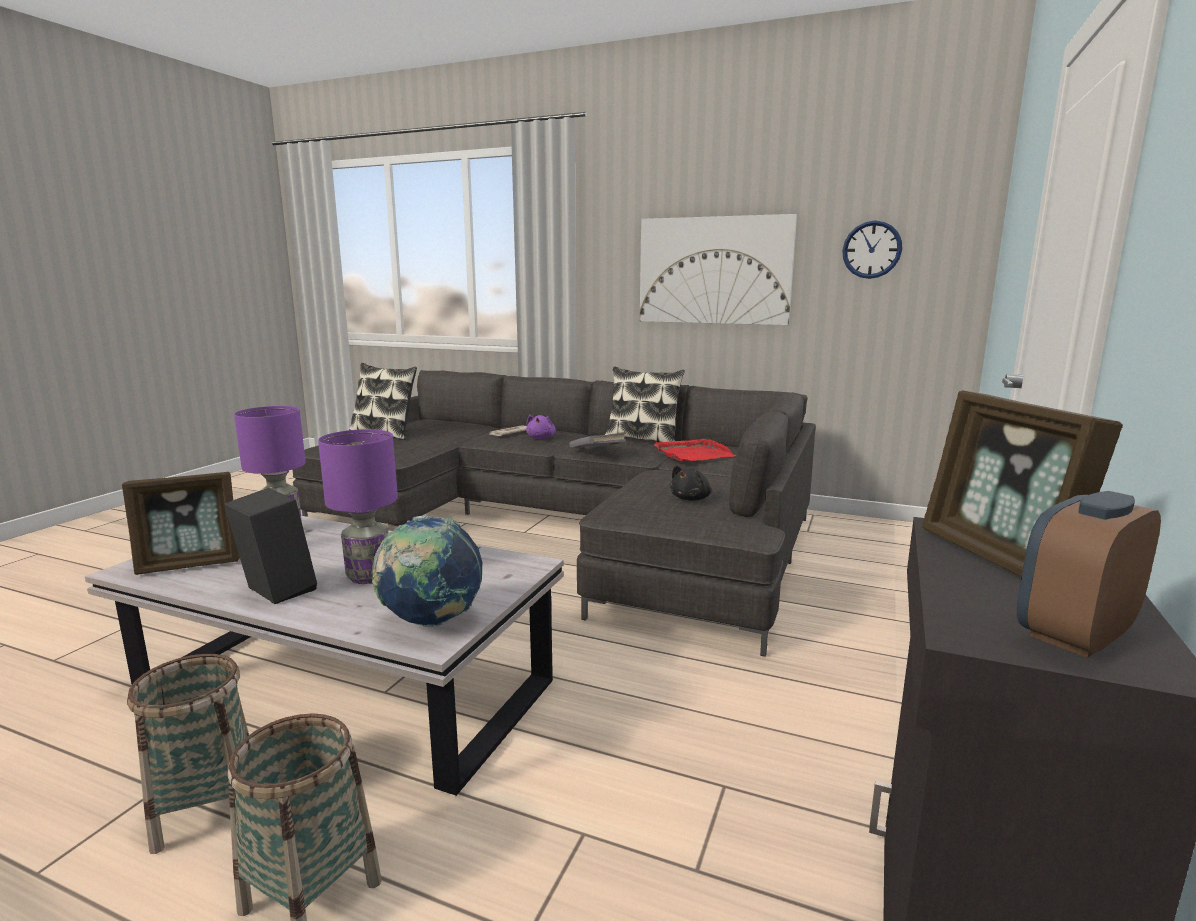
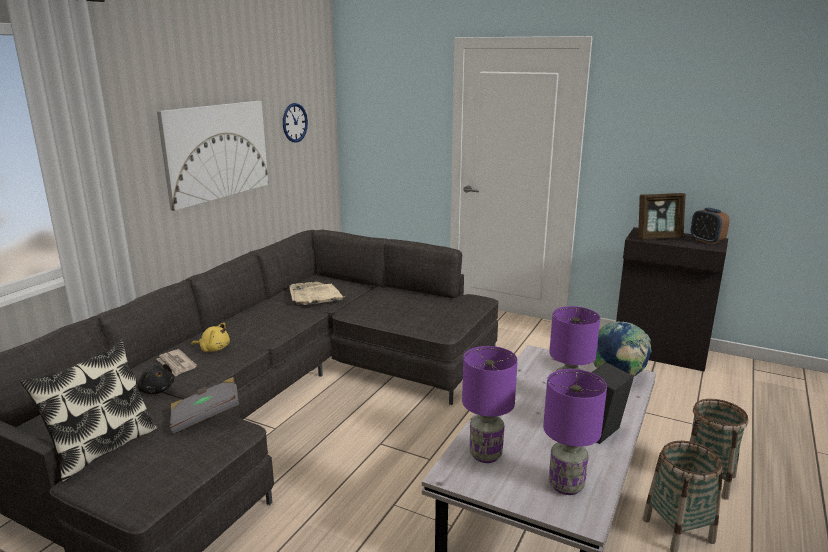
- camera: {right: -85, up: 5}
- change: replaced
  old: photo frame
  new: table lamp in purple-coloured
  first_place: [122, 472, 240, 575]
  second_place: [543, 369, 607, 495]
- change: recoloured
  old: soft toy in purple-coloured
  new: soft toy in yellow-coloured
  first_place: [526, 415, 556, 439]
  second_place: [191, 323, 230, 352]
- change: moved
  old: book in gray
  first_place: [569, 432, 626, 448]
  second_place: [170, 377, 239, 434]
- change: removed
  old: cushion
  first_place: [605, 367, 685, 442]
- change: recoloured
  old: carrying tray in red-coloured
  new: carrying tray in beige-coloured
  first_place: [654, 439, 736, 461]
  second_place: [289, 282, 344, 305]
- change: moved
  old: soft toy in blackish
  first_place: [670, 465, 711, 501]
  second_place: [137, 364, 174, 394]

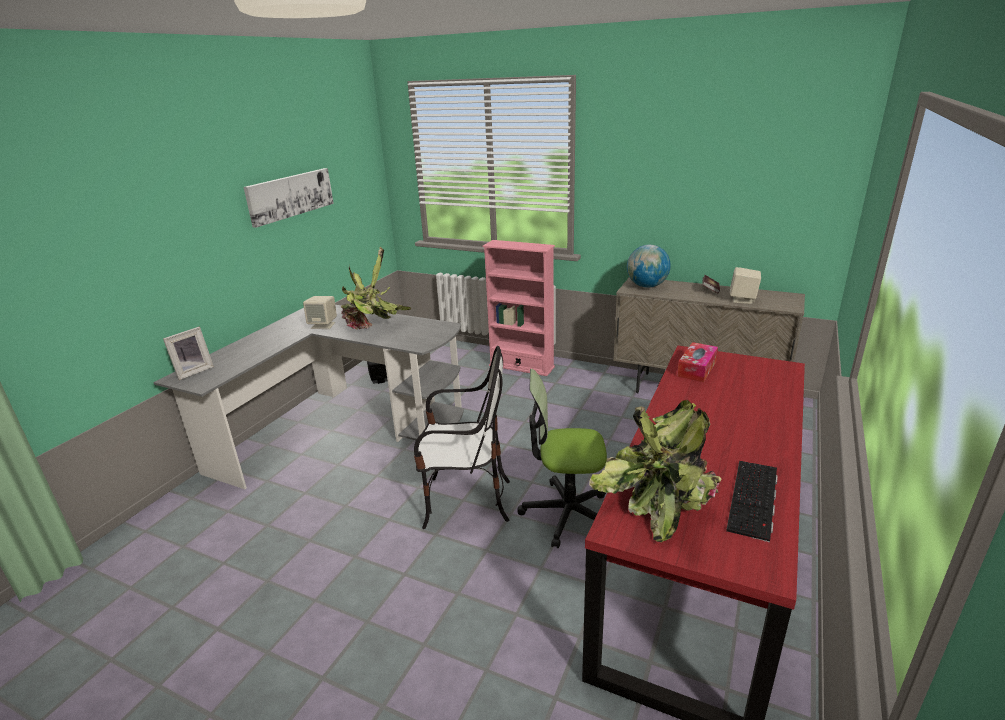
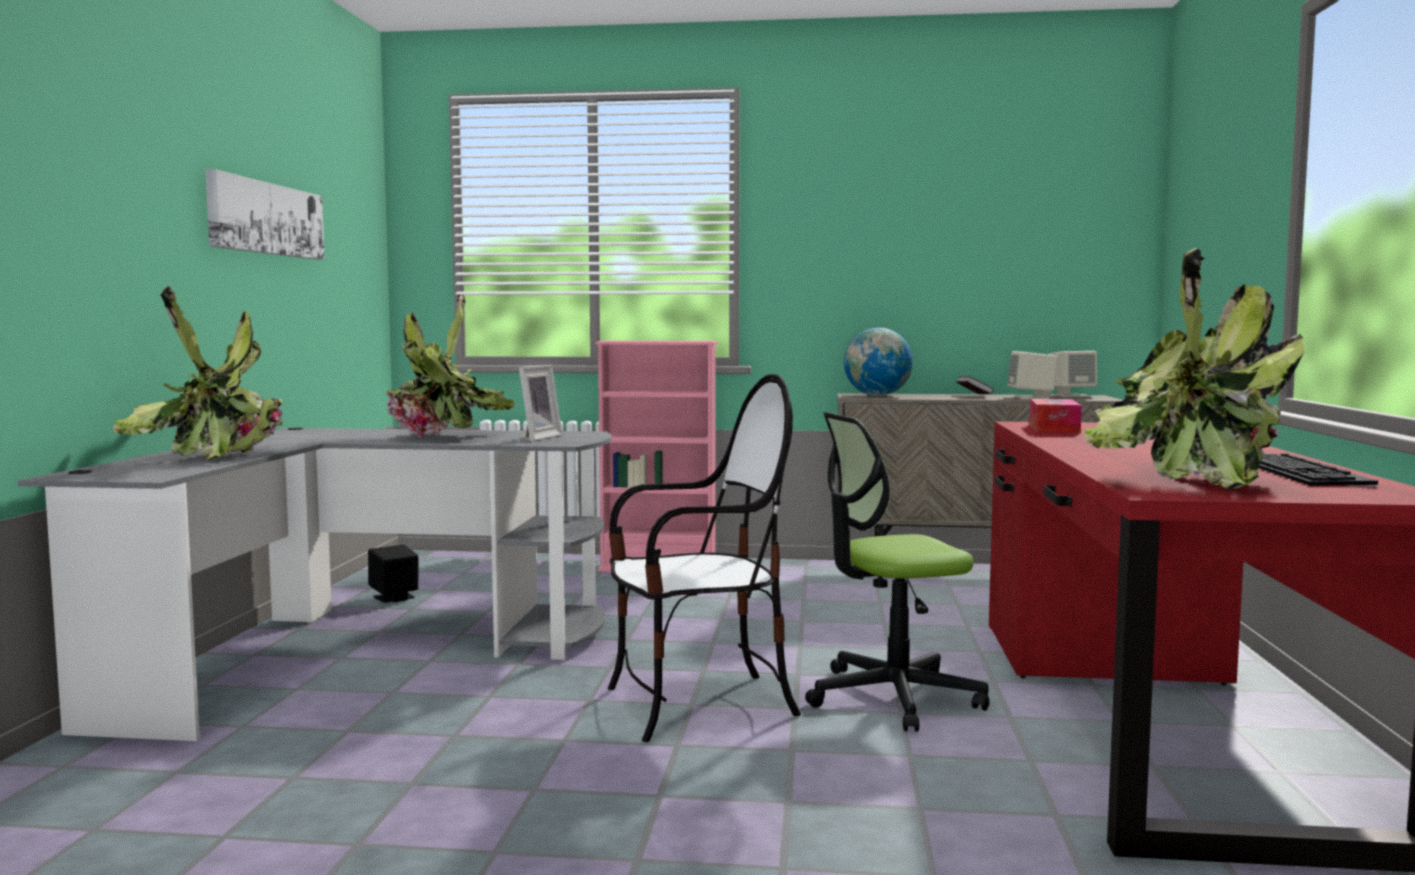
- camera: {right: -20, up: -20}
- change: moved
  old: photo frame
  first_place: [163, 327, 214, 380]
  second_place: [519, 365, 562, 441]
- change: moved
  old: loudspeaker in beige-coloured
  first_place: [303, 296, 337, 329]
  second_place: [1048, 351, 1097, 397]
- change: added
  new: houseplant
  second_place: [113, 285, 283, 461]

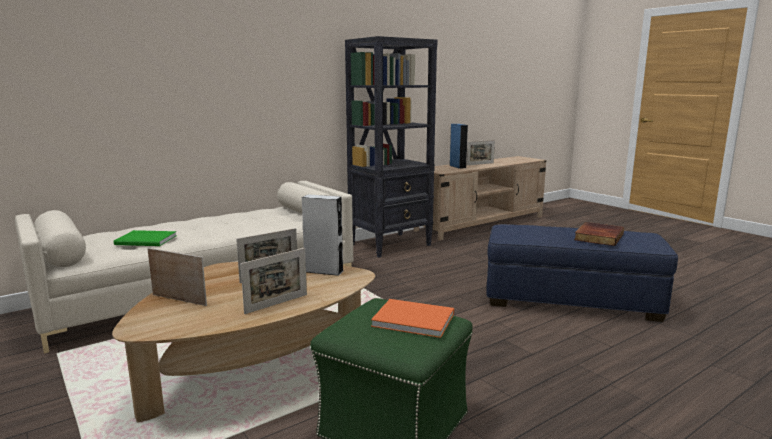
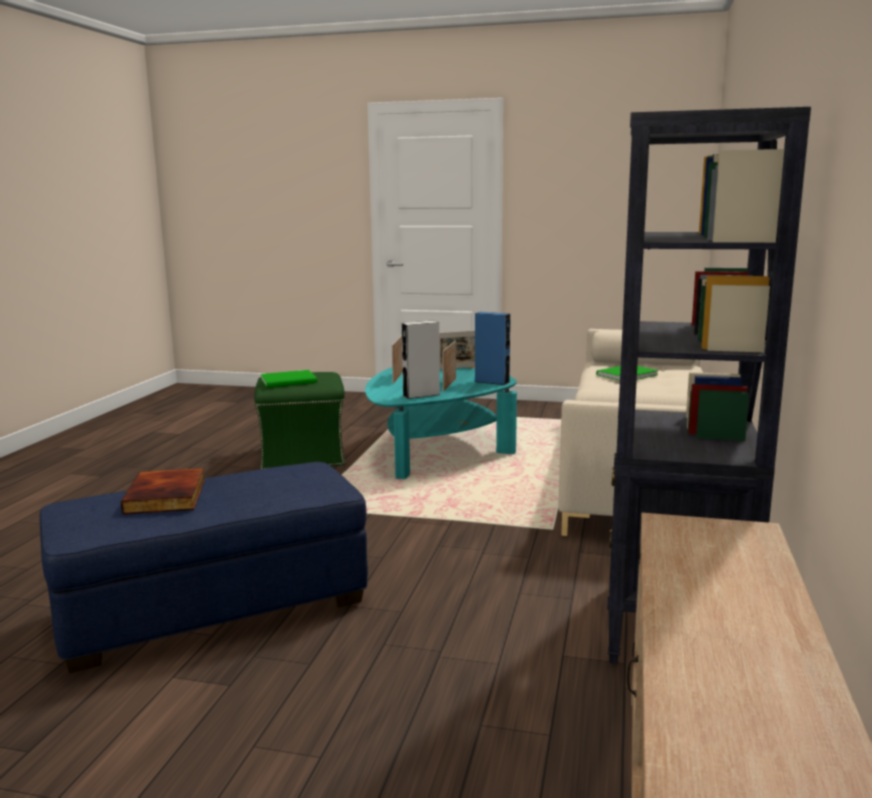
- camera: {right: 140, up: 0}
- change: recoloured
  old: coffee table in brownish
  new: coffee table in turquoise-coloured
  first_place: [112, 262, 375, 423]
  second_place: [365, 367, 517, 479]
- change: recoloured
  old: book in orange-coloured
  new: book in green
  first_place: [371, 299, 454, 338]
  second_place: [261, 370, 317, 387]
- change: moved
  old: loudspeaker in bluish
  first_place: [450, 124, 468, 169]
  second_place: [475, 312, 510, 385]
- change: removed
  old: photo frame
  first_place: [467, 140, 495, 165]

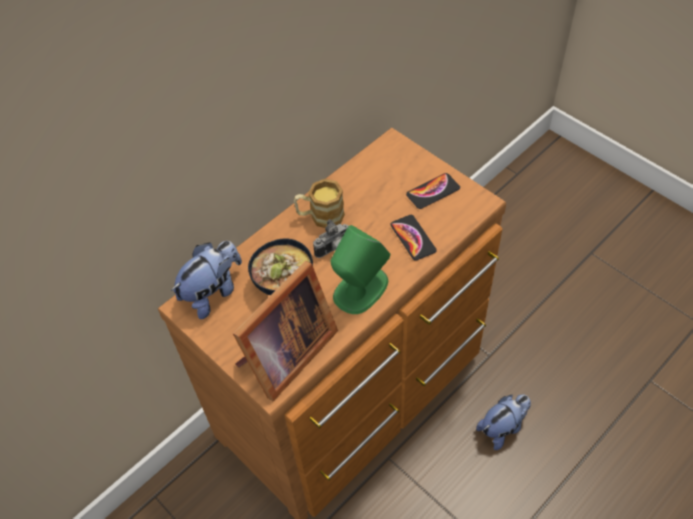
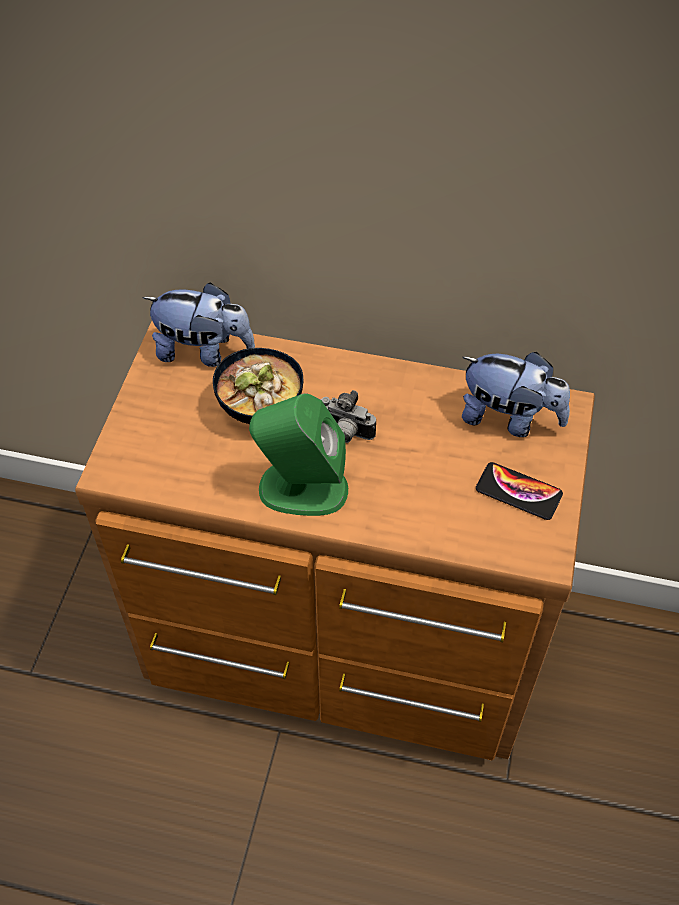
- camera: {right: 55, up: 0}
- change: removed
  old: photo frame
  first_place: [233, 261, 338, 401]
- change: removed
  old: tea mug
  first_place: [294, 179, 345, 228]
- change: removed
  old: phone
  first_place: [391, 215, 437, 261]
- change: moved
  old: soft toy
  first_place: [476, 395, 531, 450]
  second_place: [462, 352, 570, 437]

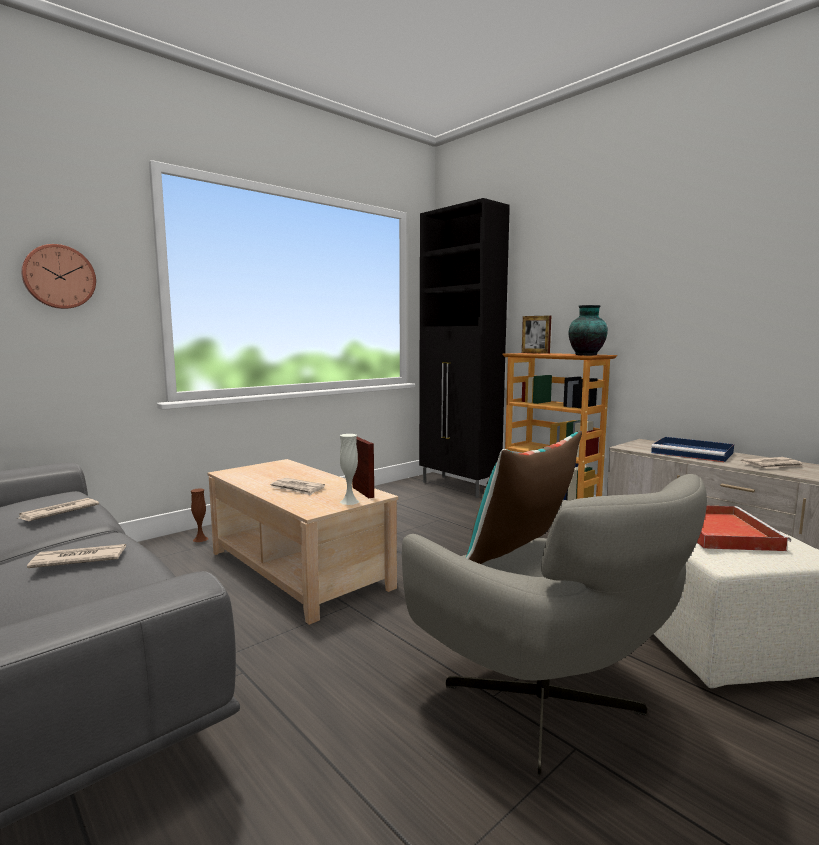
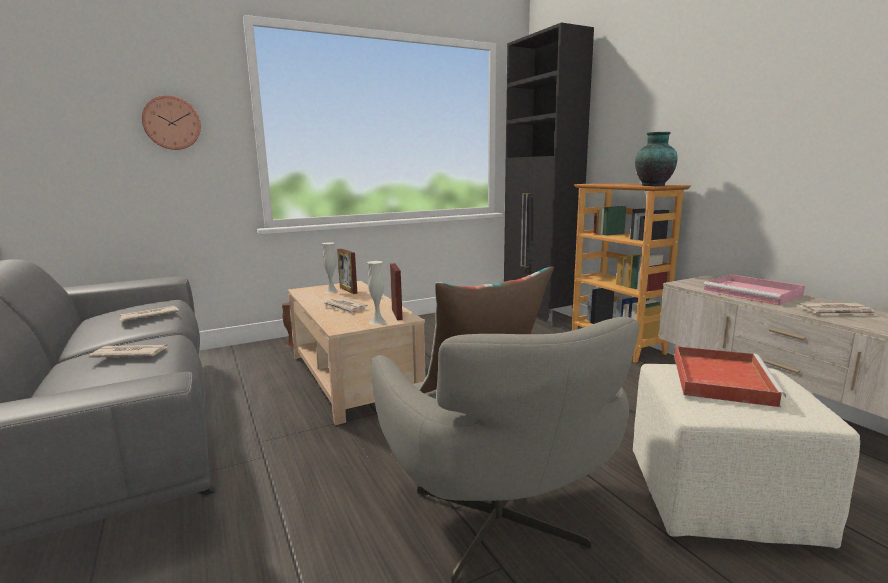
- camera: {right: 15, up: 5}
- change: moved
  old: photo frame
  first_place: [522, 315, 551, 354]
  second_place: [337, 249, 357, 294]
- change: recoloured
  old: carrying tray in bluish
  new: carrying tray in pink
  first_place: [651, 437, 734, 462]
  second_place: [704, 274, 805, 305]
- change: added
  new: flower vase in white
  second_place: [322, 242, 339, 293]

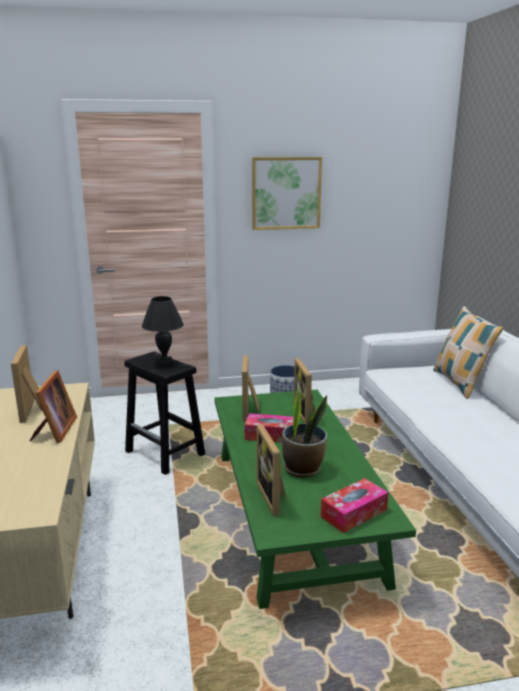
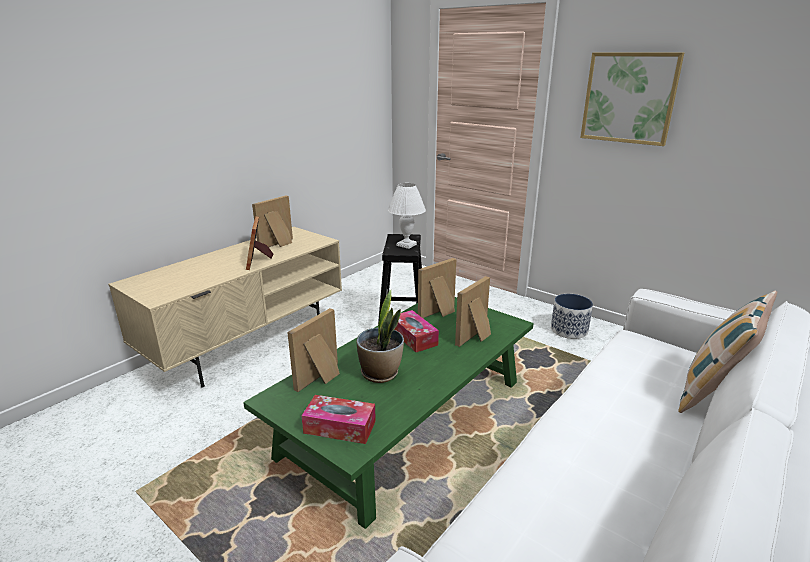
- camera: {right: 50, up: 5}
- change: turned
  old: photo frame
  first_place: [30, 370, 77, 443]
  second_place: [246, 216, 274, 270]
  degrees: 120
- change: recoloured
  old: table lamp in blackish
  new: table lamp in white
  first_place: [142, 296, 184, 367]
  second_place: [388, 183, 426, 249]

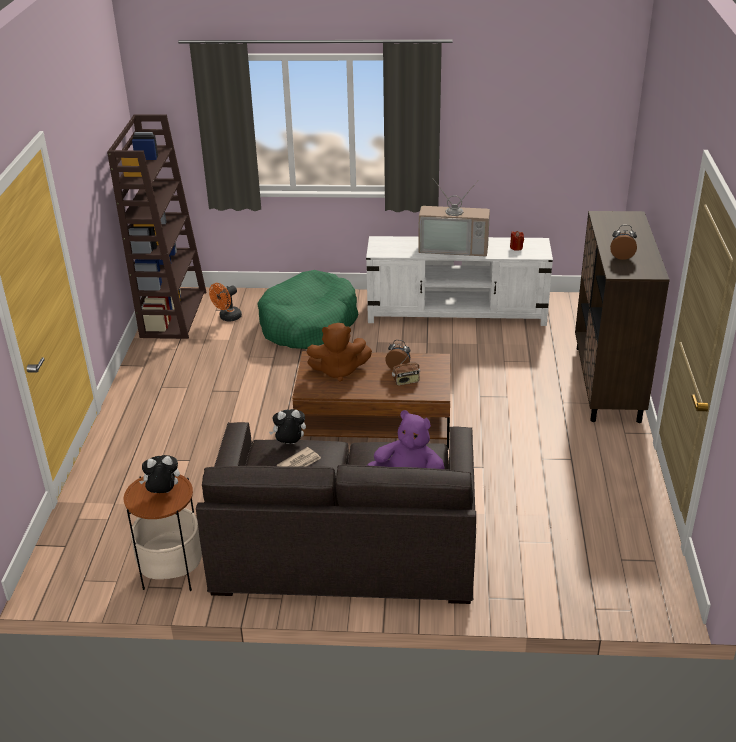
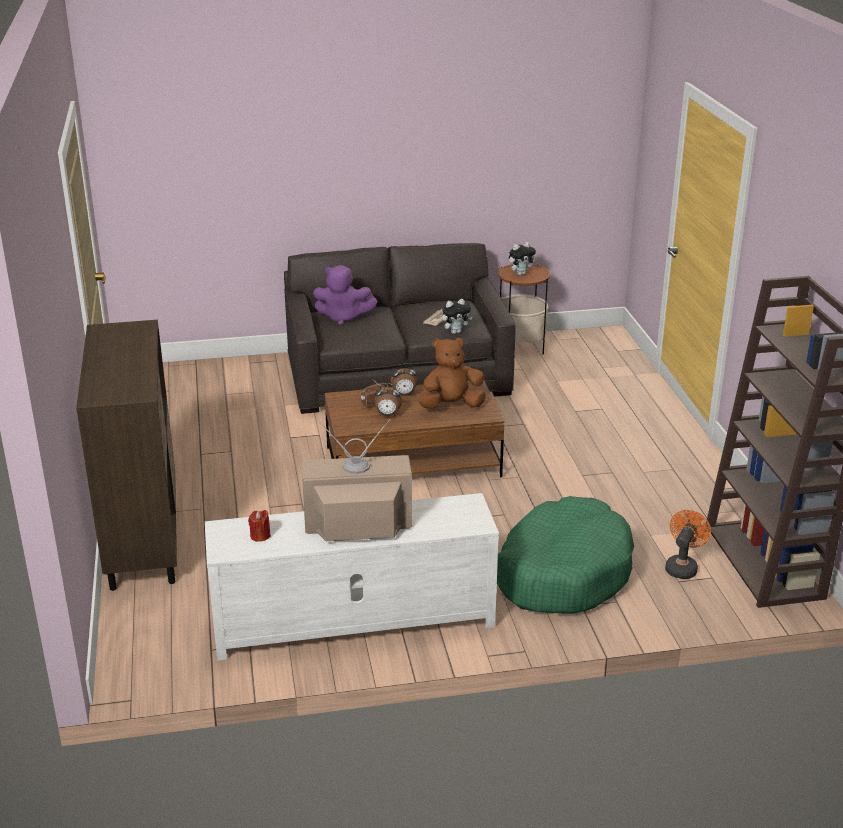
- camera: {right: 165, up: -5}
- change: moved
  old: table clock
  first_place: [610, 225, 637, 260]
  second_place: [391, 364, 417, 396]

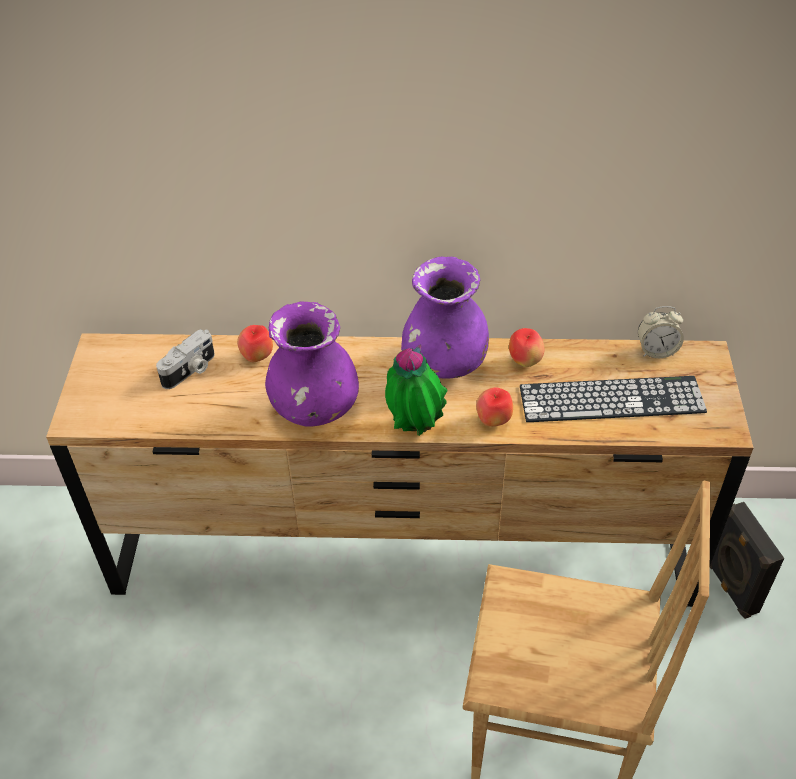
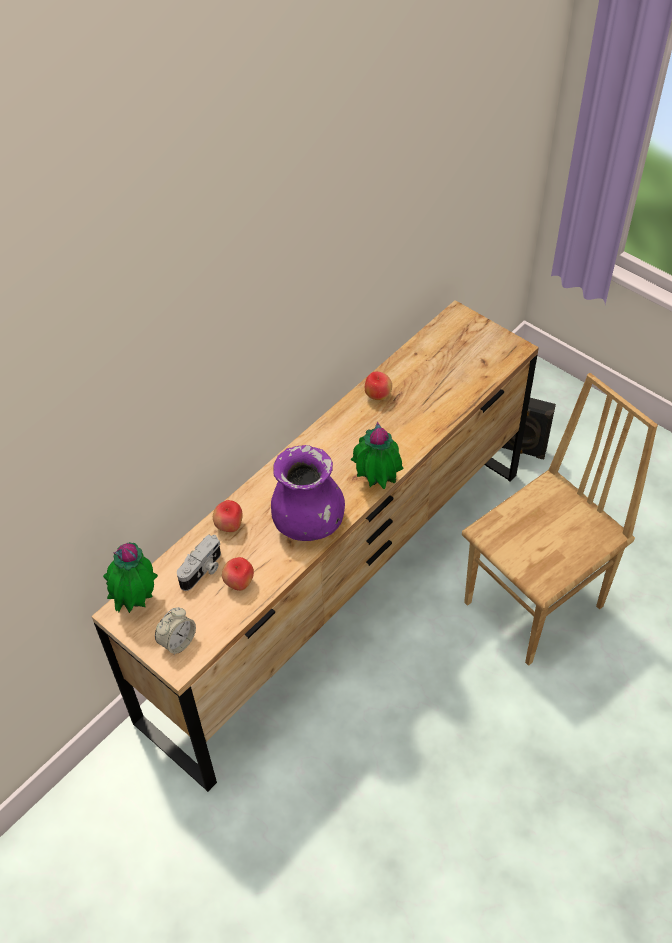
- camera: {right: -50, up: 5}
- change: turned
  old: still camera
  first_place: [156, 329, 215, 389]
  second_place: [177, 535, 221, 591]
  degrees: 45
- change: removed
  old: flower vase in purple-coloured
  first_place: [401, 257, 489, 379]
- change: moved
  old: whole apple
  first_place: [476, 387, 513, 426]
  second_place: [222, 557, 254, 591]
- change: removed
  old: PC keyboard
  first_place: [520, 376, 707, 422]
- change: moved
  old: table clock
  first_place: [638, 306, 684, 358]
  second_place: [155, 607, 196, 655]
- change: added
  new: houseplant
  second_place: [103, 542, 158, 613]

